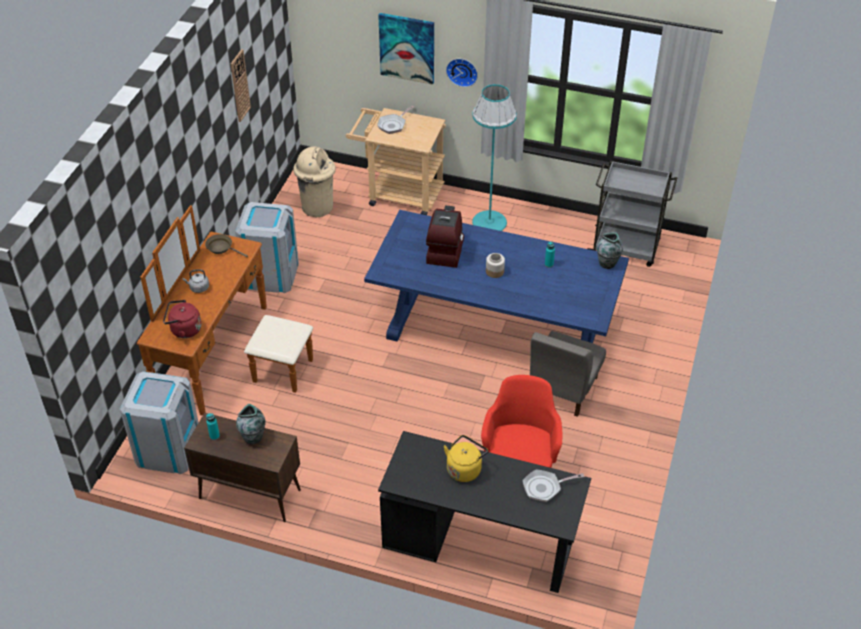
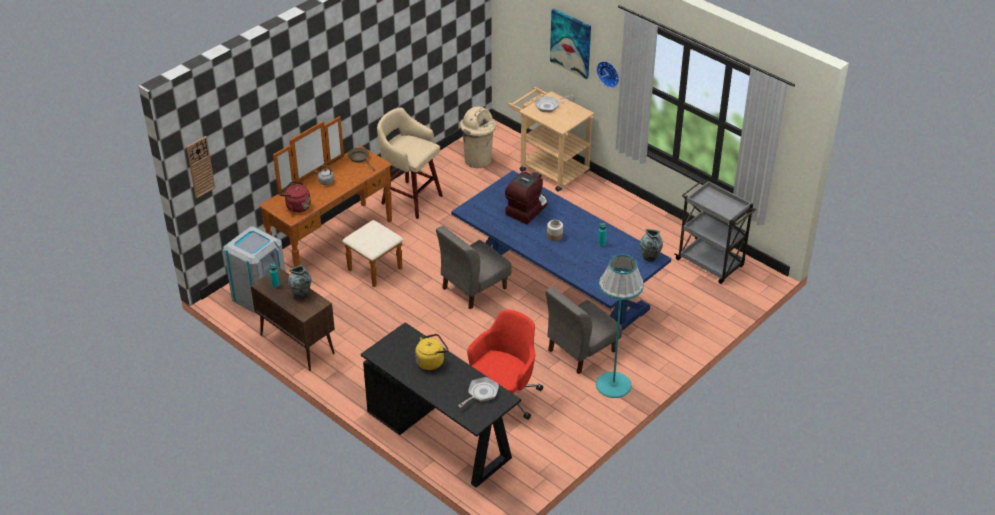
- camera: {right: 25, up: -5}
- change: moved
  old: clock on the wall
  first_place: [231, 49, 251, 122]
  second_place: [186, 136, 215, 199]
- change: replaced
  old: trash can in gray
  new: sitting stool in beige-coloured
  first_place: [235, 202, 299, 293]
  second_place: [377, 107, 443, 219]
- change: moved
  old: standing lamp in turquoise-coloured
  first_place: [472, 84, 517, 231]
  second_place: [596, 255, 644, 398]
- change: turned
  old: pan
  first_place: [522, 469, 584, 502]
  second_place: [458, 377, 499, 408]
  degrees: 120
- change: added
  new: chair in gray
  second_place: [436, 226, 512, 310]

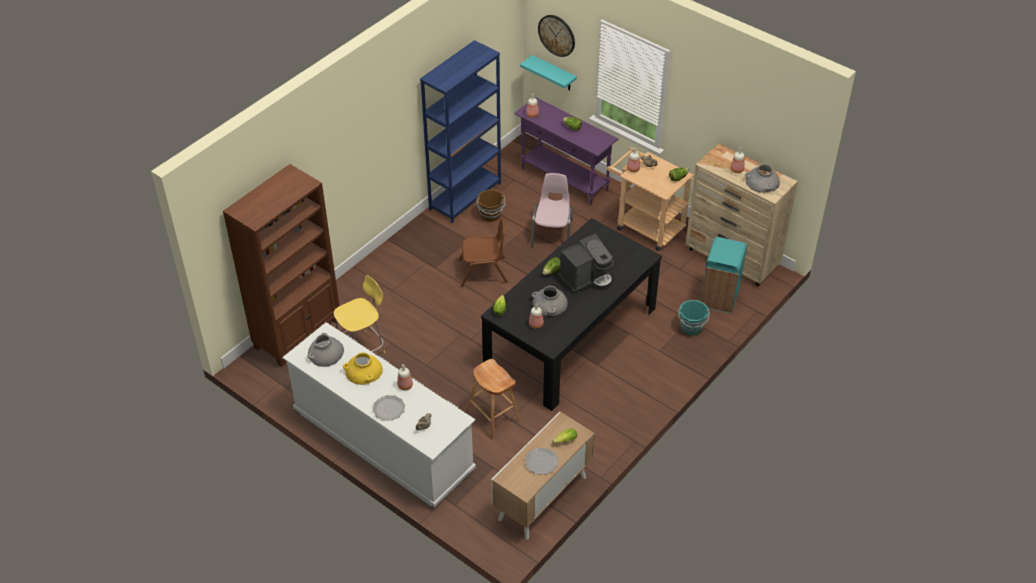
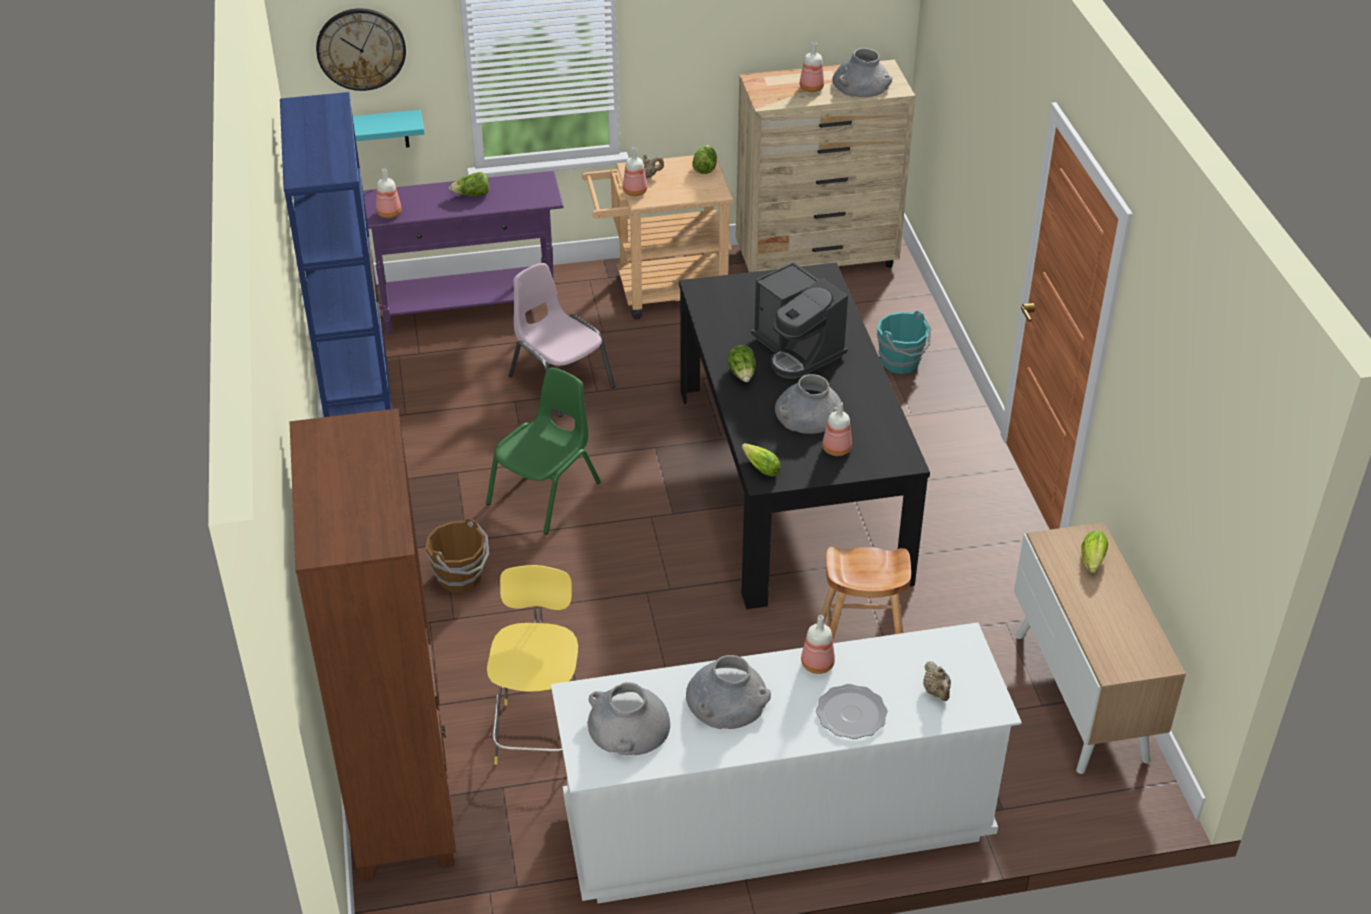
- camera: {right: -50, up: -5}
- change: recoloured
  old: flower vase in yellow-coloured
  new: flower vase in gray
  first_place: [343, 352, 383, 385]
  second_place: [686, 655, 771, 729]
- change: recoloured
  old: chair in brownish
  new: chair in green
  first_place: [459, 218, 508, 287]
  second_place: [486, 368, 601, 534]
- change: moved
  old: pail in brownish
  first_place: [477, 189, 506, 222]
  second_place: [425, 518, 489, 593]
- change: removed
  old: dinner plate
  first_place: [525, 448, 558, 474]
- change: turned
  old: coffee machine
  first_place: [558, 233, 613, 293]
  second_place: [751, 262, 848, 379]
  degrees: 135
- change: removed
  old: trash can in turquoise-coloured
  first_place: [701, 237, 747, 313]

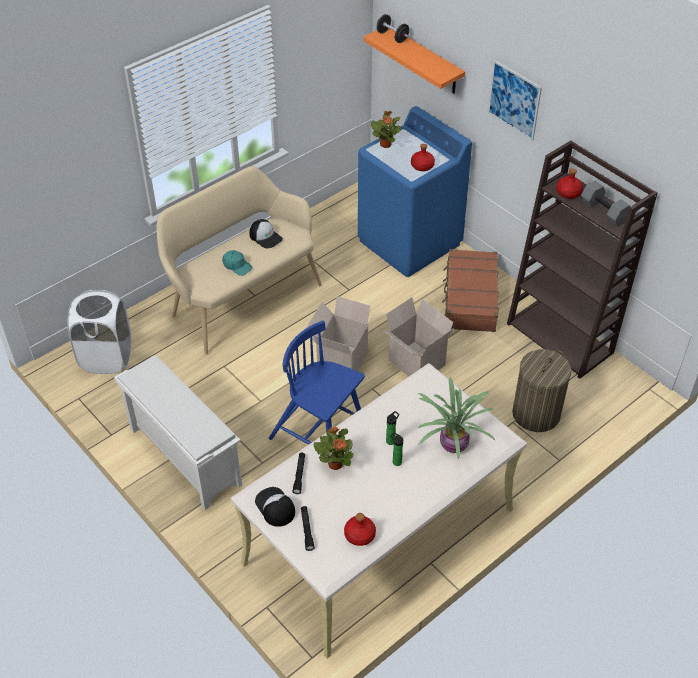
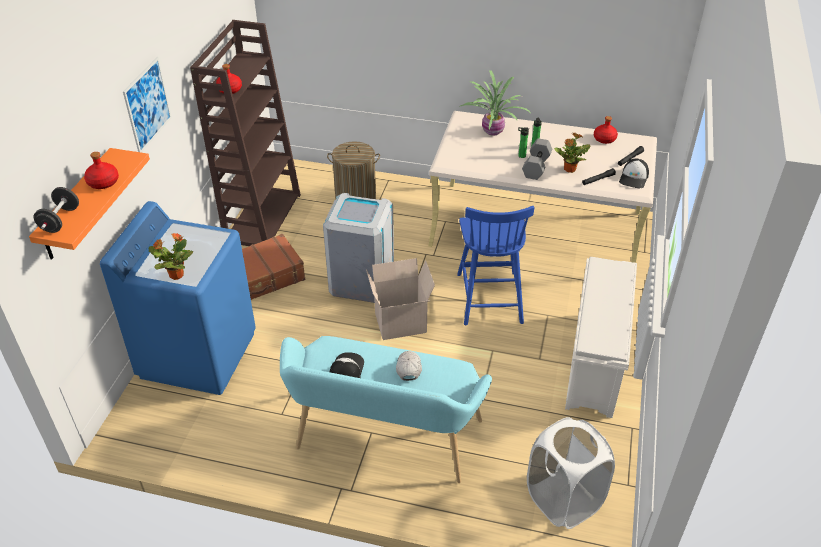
- camera: {right: -125, up: -5}
- change: recoloured
  old: long seat in beige-coloured
  new: long seat in turquoise-coloured
  first_place: [157, 166, 322, 354]
  second_place: [280, 336, 492, 483]
- change: recoloured
  old: baseball cap in turquoise-coloured
  new: baseball cap in white
  first_place: [222, 250, 253, 276]
  second_place: [396, 351, 422, 381]
- change: replaced
  old: cardboard box
  new: trash can in gray
  first_place: [382, 297, 454, 376]
  second_place: [323, 193, 394, 303]
- change: moved
  old: bottle in red-coloured
  first_place: [411, 144, 435, 171]
  second_place: [84, 152, 119, 189]
- change: moved
  old: free weight in gray
  first_place: [581, 181, 630, 226]
  second_place: [522, 138, 552, 180]

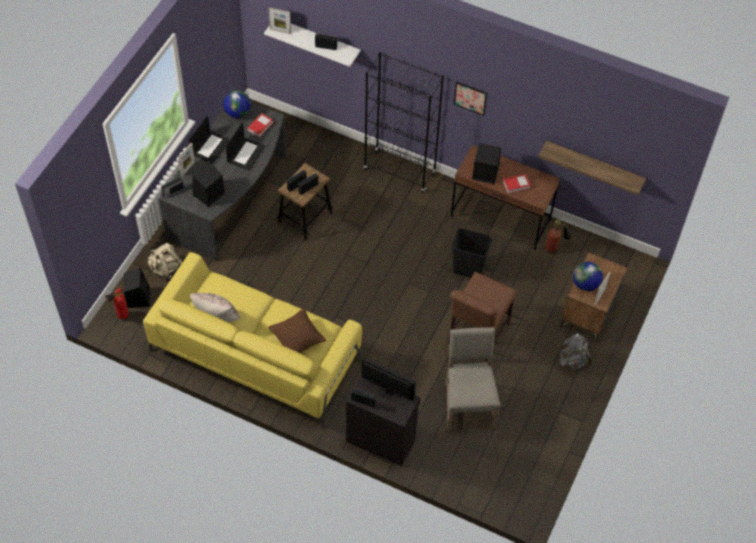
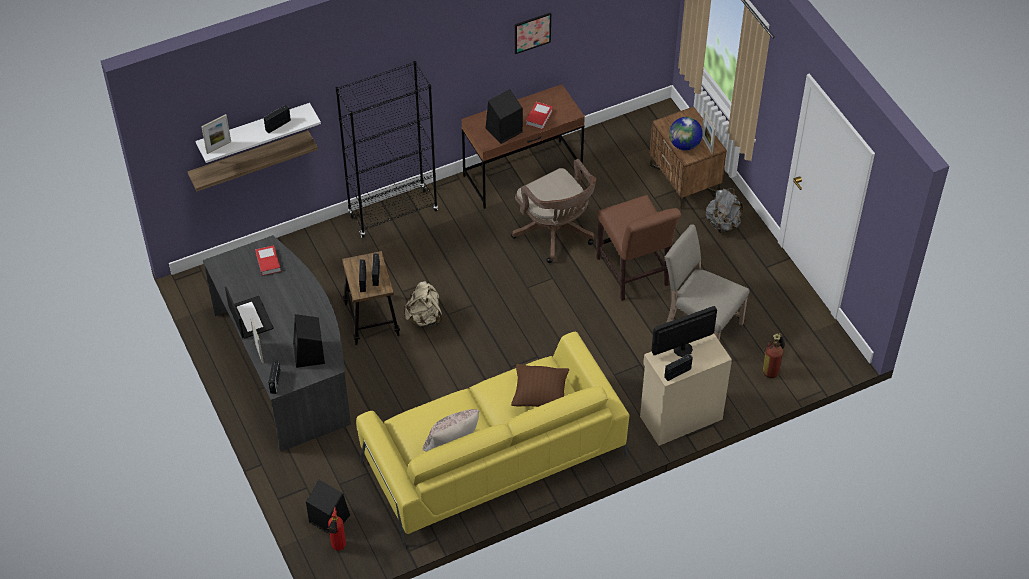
- camera: {right: -50, up: -5}
- change: moved
  old: backpack in beige-coloured
  first_place: [147, 243, 183, 280]
  second_place: [404, 281, 442, 327]
- change: removed
  old: desk globe
  first_place: [223, 90, 251, 118]
- change: removed
  old: laptop
  first_place: [226, 123, 265, 171]
- change: recoloured
  old: storage cabinet in blackish
  new: storage cabinet in beige-coloured
  first_place: [346, 375, 420, 466]
  second_place: [640, 334, 732, 446]
- change: replaced
  old: trash can in blackish
  new: desk chair in brownish
  first_place: [452, 228, 493, 278]
  second_place: [511, 159, 596, 263]
- change: moved
  old: picture
  first_place: [454, 81, 487, 116]
  second_place: [515, 12, 551, 54]
- change: moved
  old: shelf
  first_place: [538, 140, 646, 195]
  second_place: [187, 130, 318, 191]
- change: moved
  old: fire-fighting cylinder
  first_place: [545, 220, 573, 253]
  second_place: [763, 333, 785, 378]

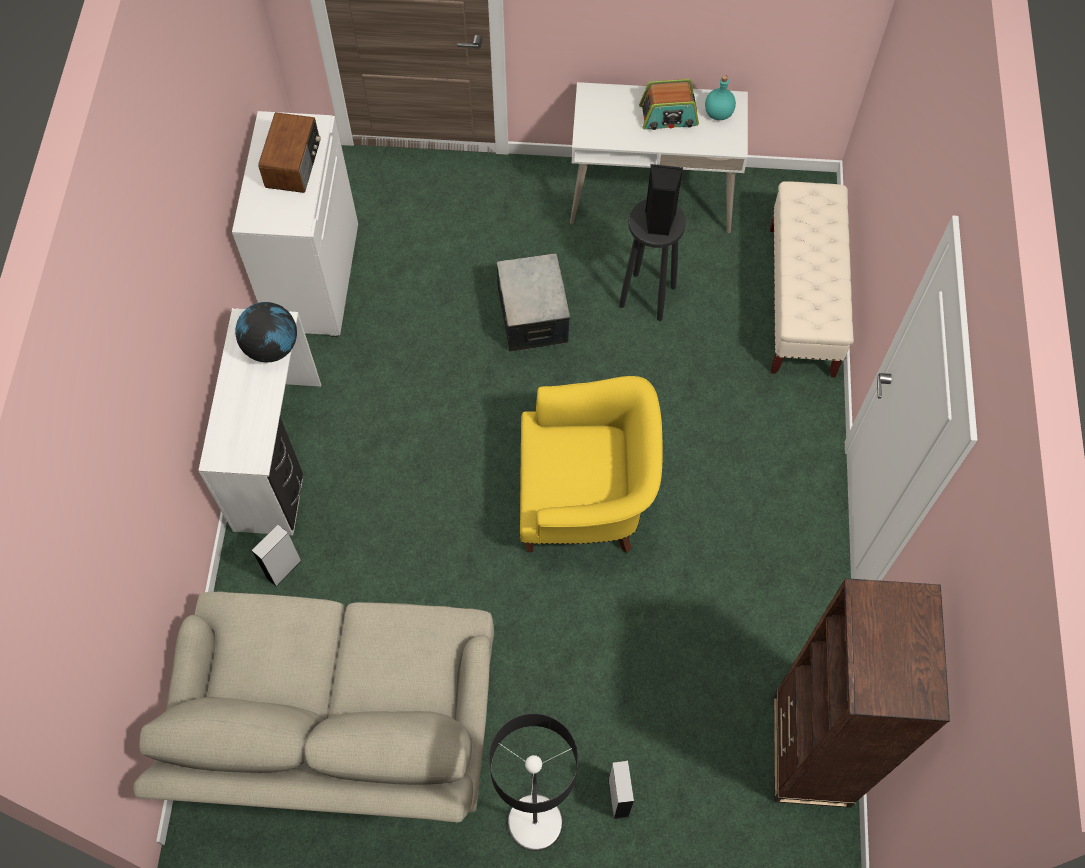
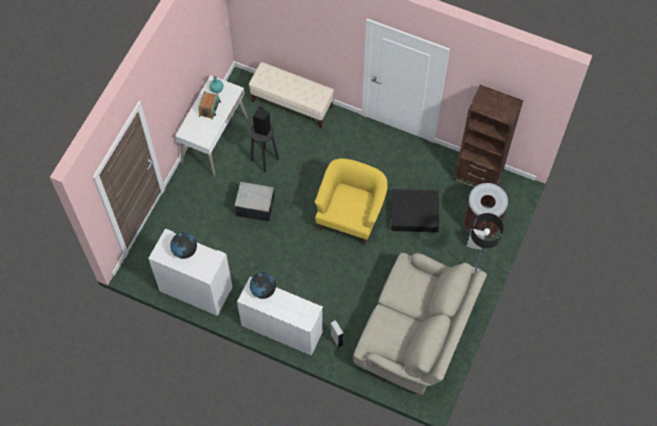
- camera: {right: -70, up: 0}
- change: replaced
  old: radio set
  new: desk globe
  first_place: [258, 112, 321, 193]
  second_place: [170, 232, 197, 259]
- change: added
  new: storage box in blackish
  second_place: [391, 189, 439, 233]
- change: added
  new: trash can in brownish
  second_place: [464, 183, 508, 239]

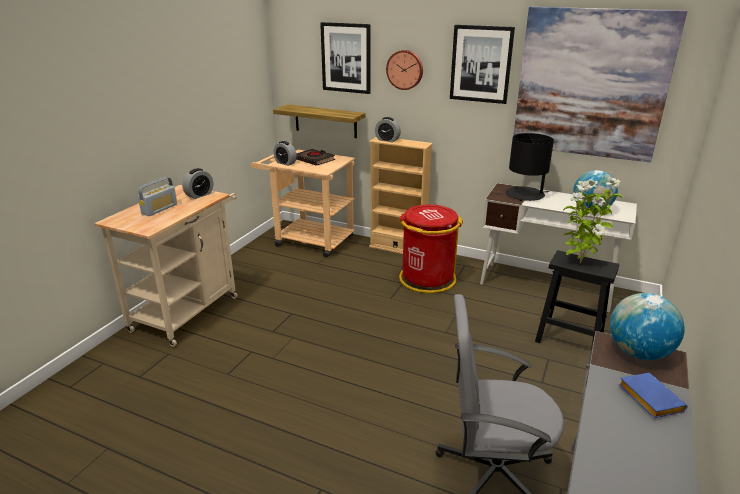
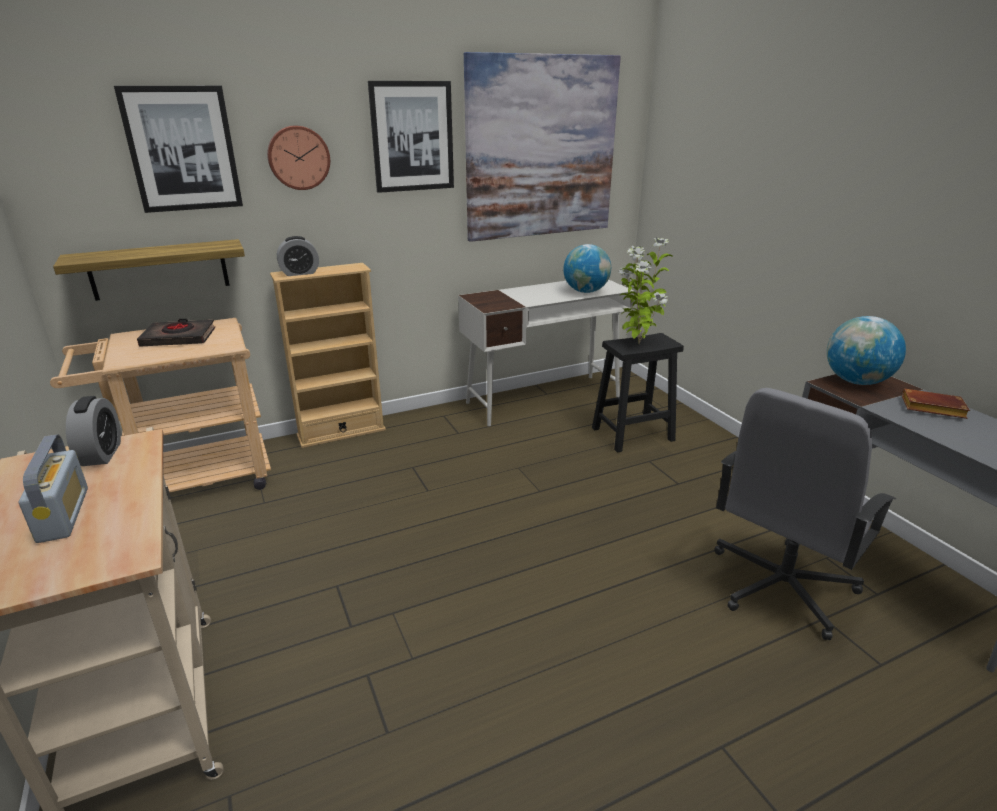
- camera: {right: -50, up: 0}
- change: removed
  old: table clock
  first_place: [273, 141, 297, 166]
- change: removed
  old: trash can in red-coloured
  first_place: [399, 204, 463, 293]
- change: removed
  old: table lamp in blackish
  first_place: [506, 133, 554, 201]
- change: recoloured
  old: book in bluish
  new: book in brownish
  first_place: [618, 373, 688, 418]
  second_place: [902, 389, 970, 419]

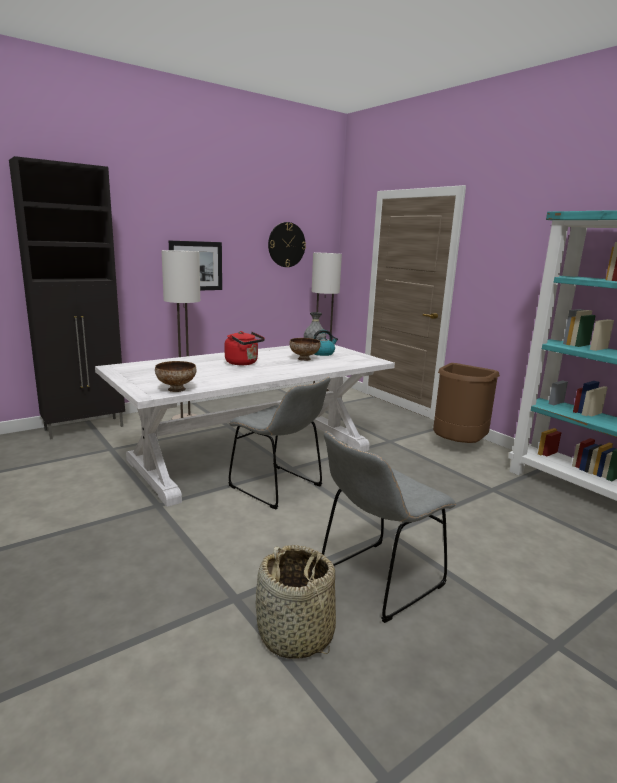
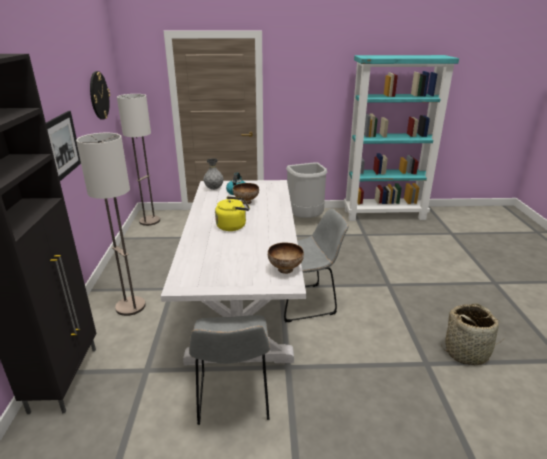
- camera: {right: -55, up: 10}
- change: recoloured
  old: water kettle in red-coloured
  new: water kettle in yellow-coloured
  first_place: [225, 331, 265, 365]
  second_place: [215, 196, 250, 231]
- change: moved
  old: chair in gray
  first_place: [322, 432, 456, 623]
  second_place: [189, 315, 270, 425]
- change: recoloured
  old: trash can in brownish
  new: trash can in gray
  first_place: [433, 363, 500, 443]
  second_place: [286, 162, 328, 218]

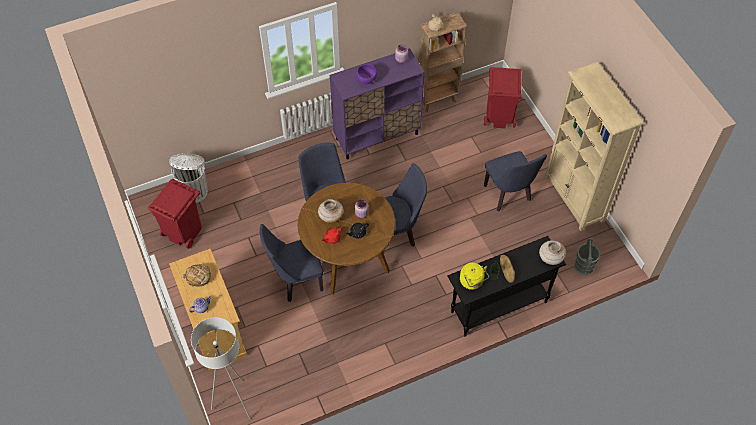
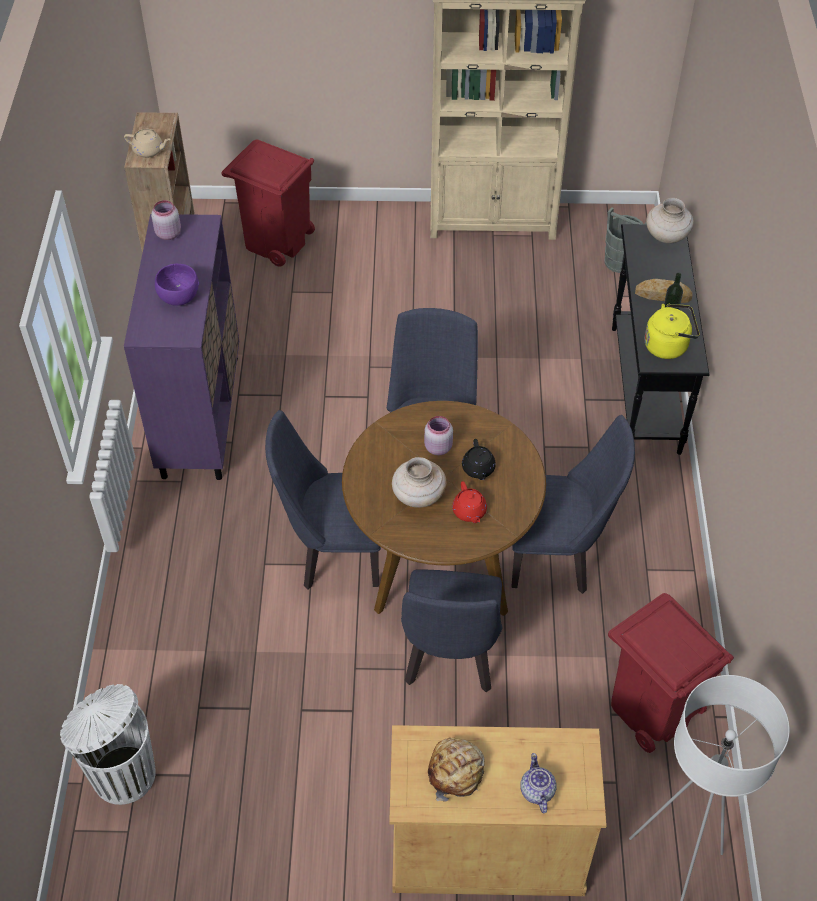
- camera: {right: -65, up: -5}
- change: moved
  old: trash can in red-coloured
  first_place: [148, 179, 202, 249]
  second_place: [608, 593, 734, 753]
- change: moved
  old: chair in bluish
  first_place: [484, 151, 547, 212]
  second_place: [512, 415, 635, 594]

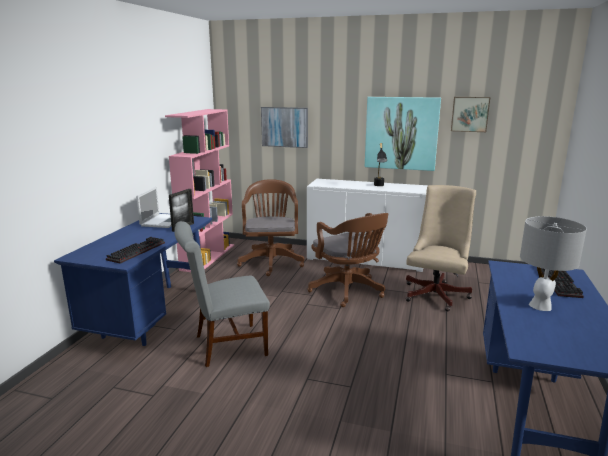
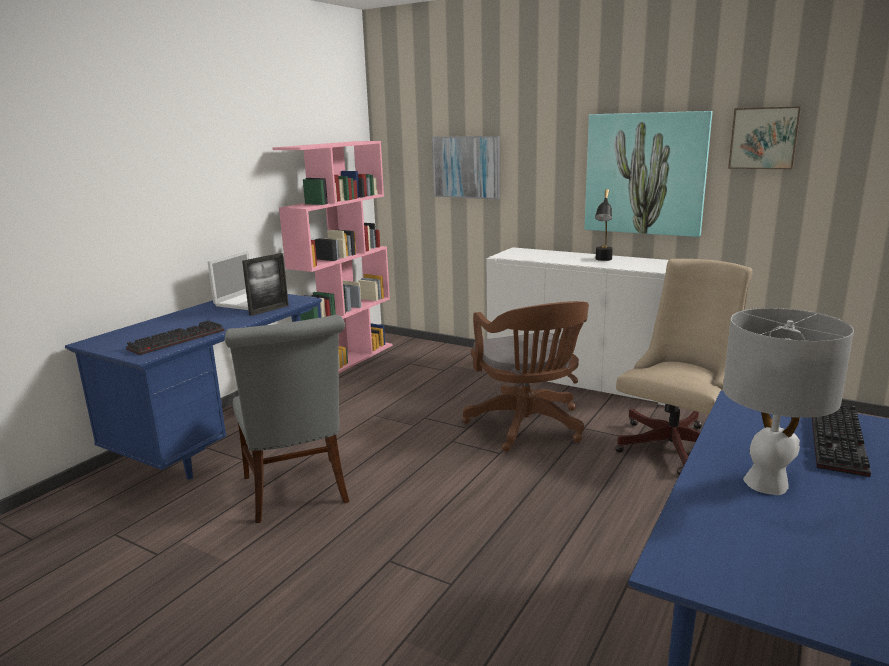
- camera: {right: 15, up: 0}
- change: turned
  old: chair in gray
  first_place: [175, 221, 270, 367]
  second_place: [225, 315, 350, 523]
  degrees: -105
- change: removed
  old: desk chair in brownish
  first_place: [237, 179, 305, 276]

